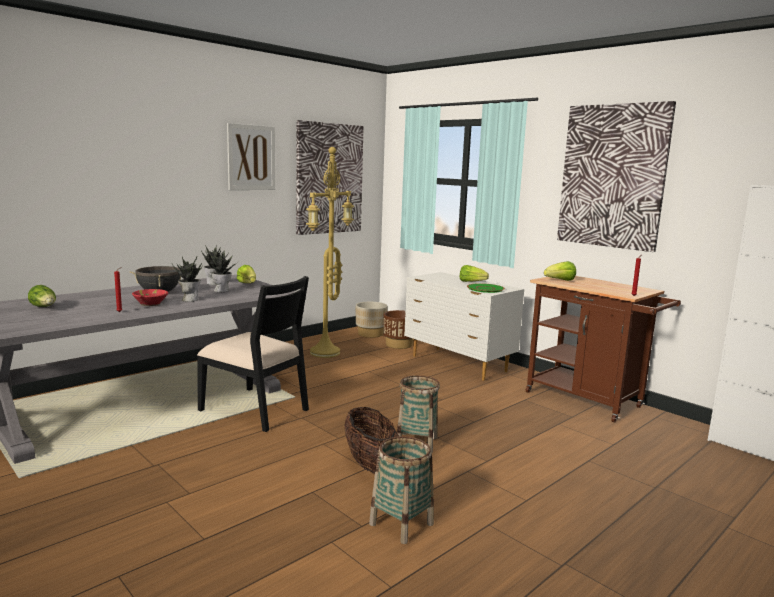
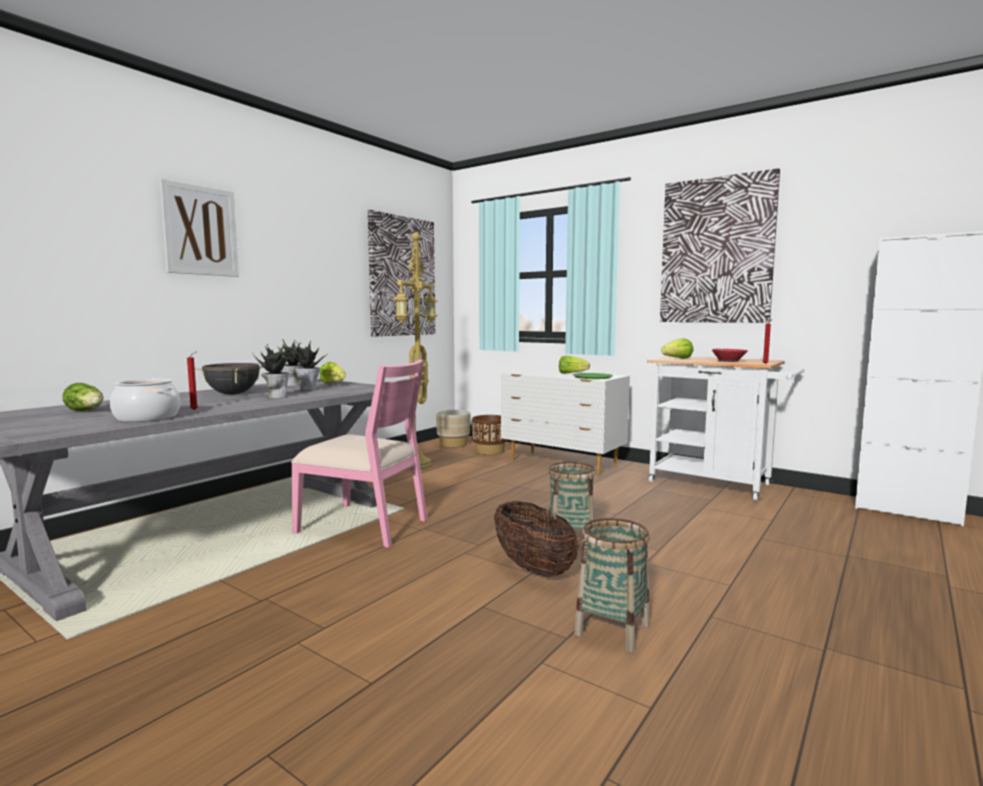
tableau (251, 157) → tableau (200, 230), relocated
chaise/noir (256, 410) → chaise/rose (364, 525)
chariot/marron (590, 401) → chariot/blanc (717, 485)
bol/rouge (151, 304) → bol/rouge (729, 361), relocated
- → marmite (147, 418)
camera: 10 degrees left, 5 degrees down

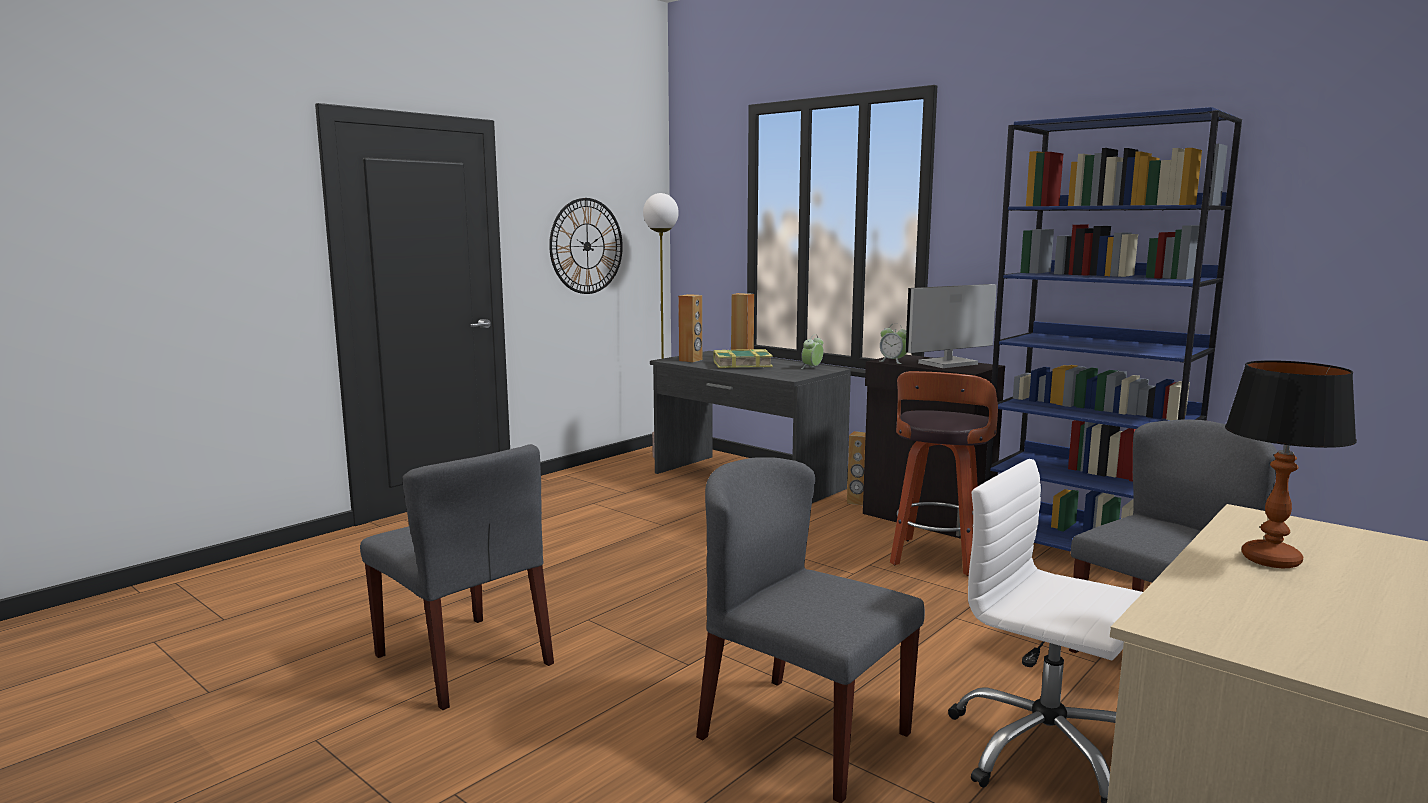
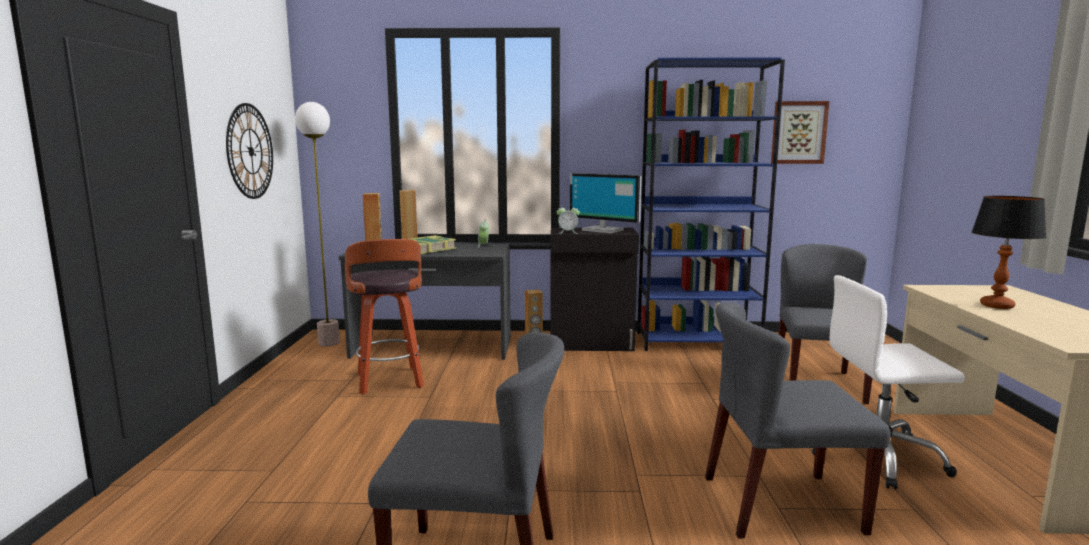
écran d'ordinateur (949, 364) → écran d'ordinateur (603, 230), 75 degrees counterclockwise
tabouret (936, 558) → tabouret (390, 381), relocated
- → tableau (798, 132)
camera: 40 degrees left, 0 degrees up

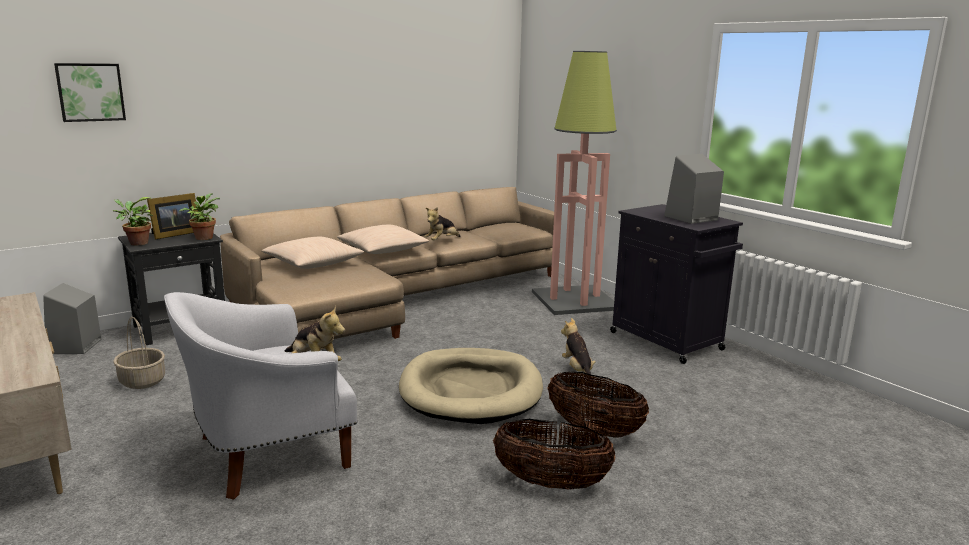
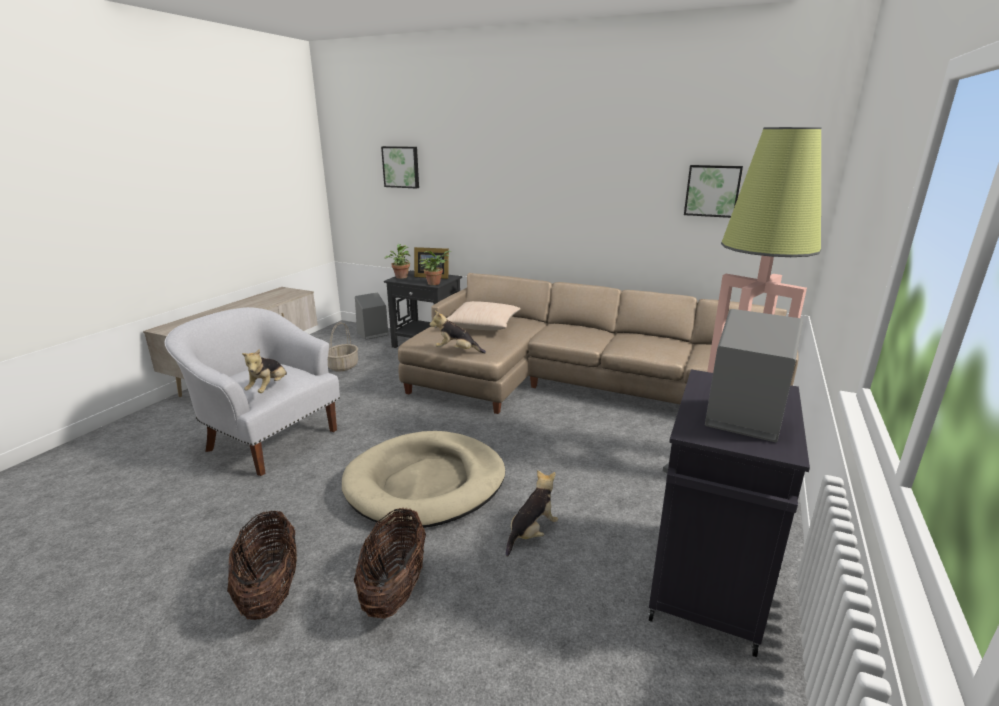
peluche (442, 241) → peluche (457, 351), relocated
coussin/beige (382, 250) → -
- → tableau (712, 191)
camera: 60 degrees right, 5 degrees up

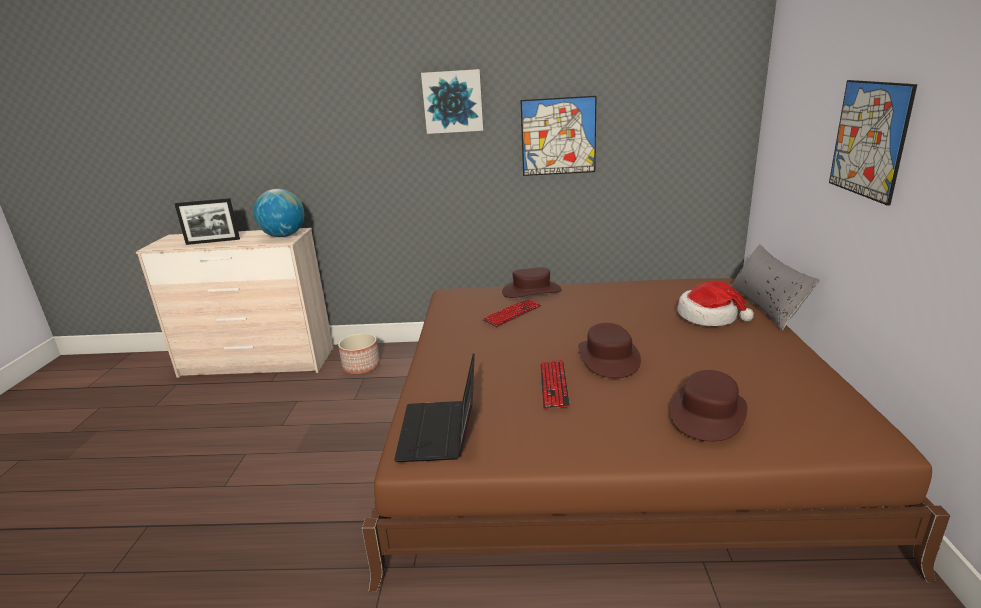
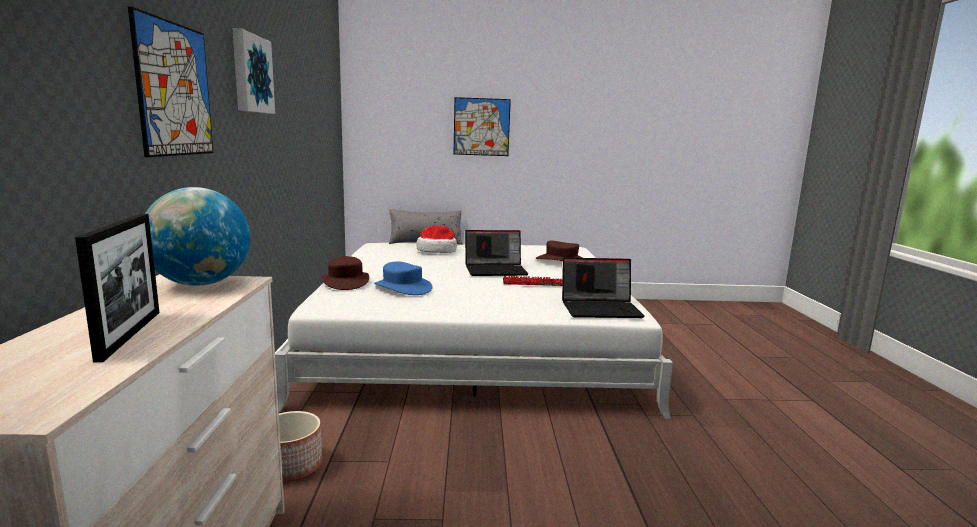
tableau (558, 136) → tableau (175, 89), relocated
lit/marron (603, 427) → lit/blanc (474, 339)
clavier (512, 314) → chapeau/bleu (402, 287)
chapeau/marron (608, 358) → ordinateur portable (496, 270)
camera: 95 degrees left, 10 degrees down

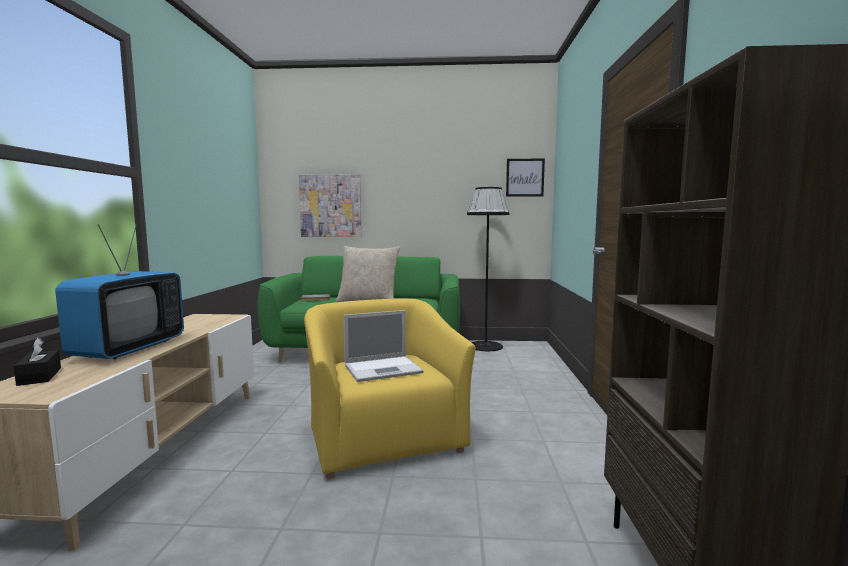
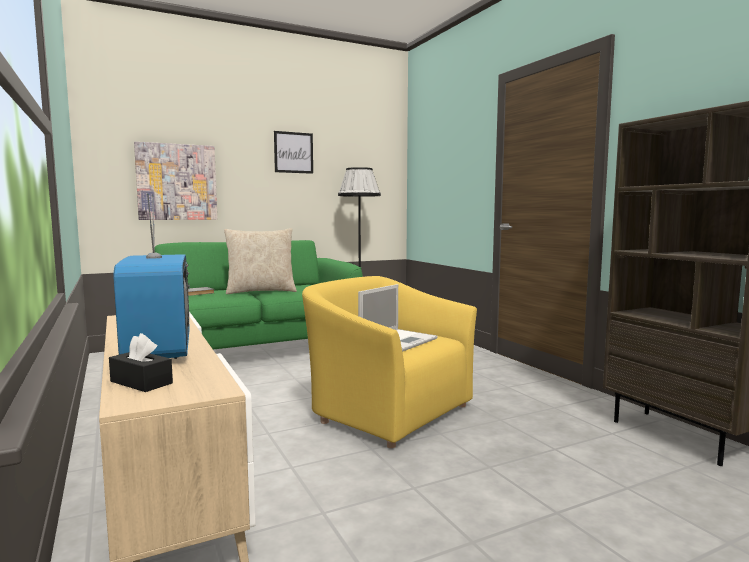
tableau (525, 177) → tableau (293, 152), relocated
camera: 30 degrees left, 0 degrees up

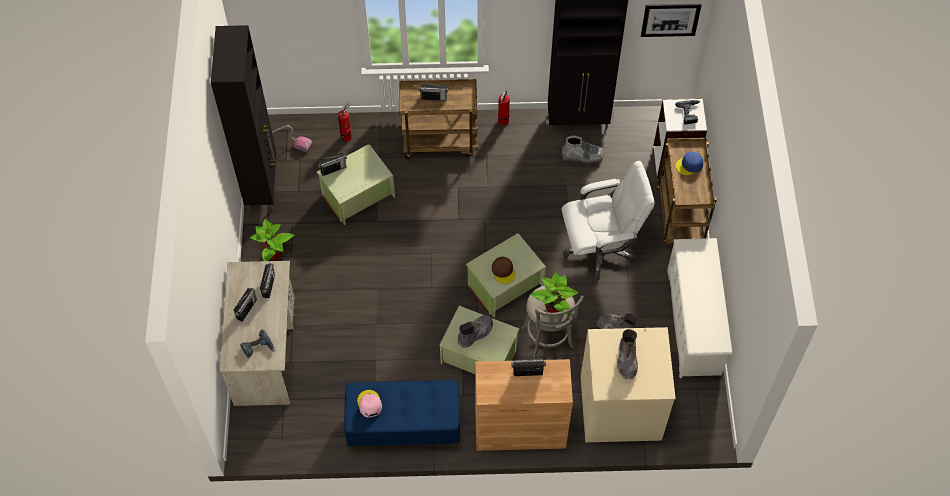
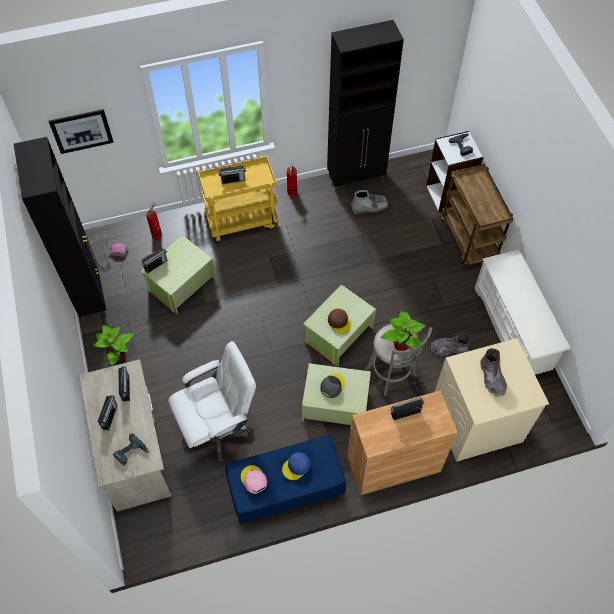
tableau (670, 19) → tableau (81, 131), relocated
chariot/marron (440, 142) → chariot/jaune (242, 221)
casquette/bleu (689, 165) → casquette/bleu (296, 467), relocated
chaise de bureau/blanc (600, 249) → chaise de bureau/blanc (218, 426), relocated
botte/gris (475, 333) → casquette/gris (332, 385)
camera: 15 degrees left, 0 degrees up

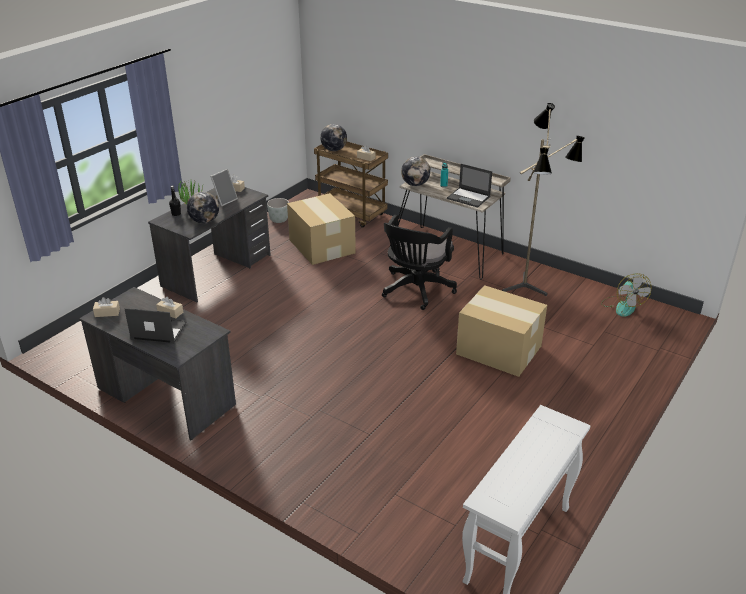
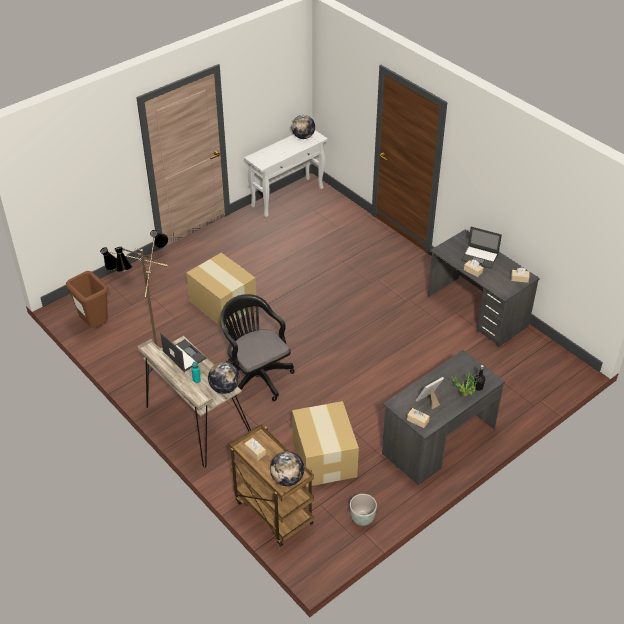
globe (204, 221) → globe (303, 137), relocated
chaise de bureau/noir (415, 291) → chaise de bureau/noir (256, 375), 75 degrees counterclockwise
ventilateur (622, 306) → poubelle/marron (95, 325)
camera: 165 degrees left, 10 degrees up

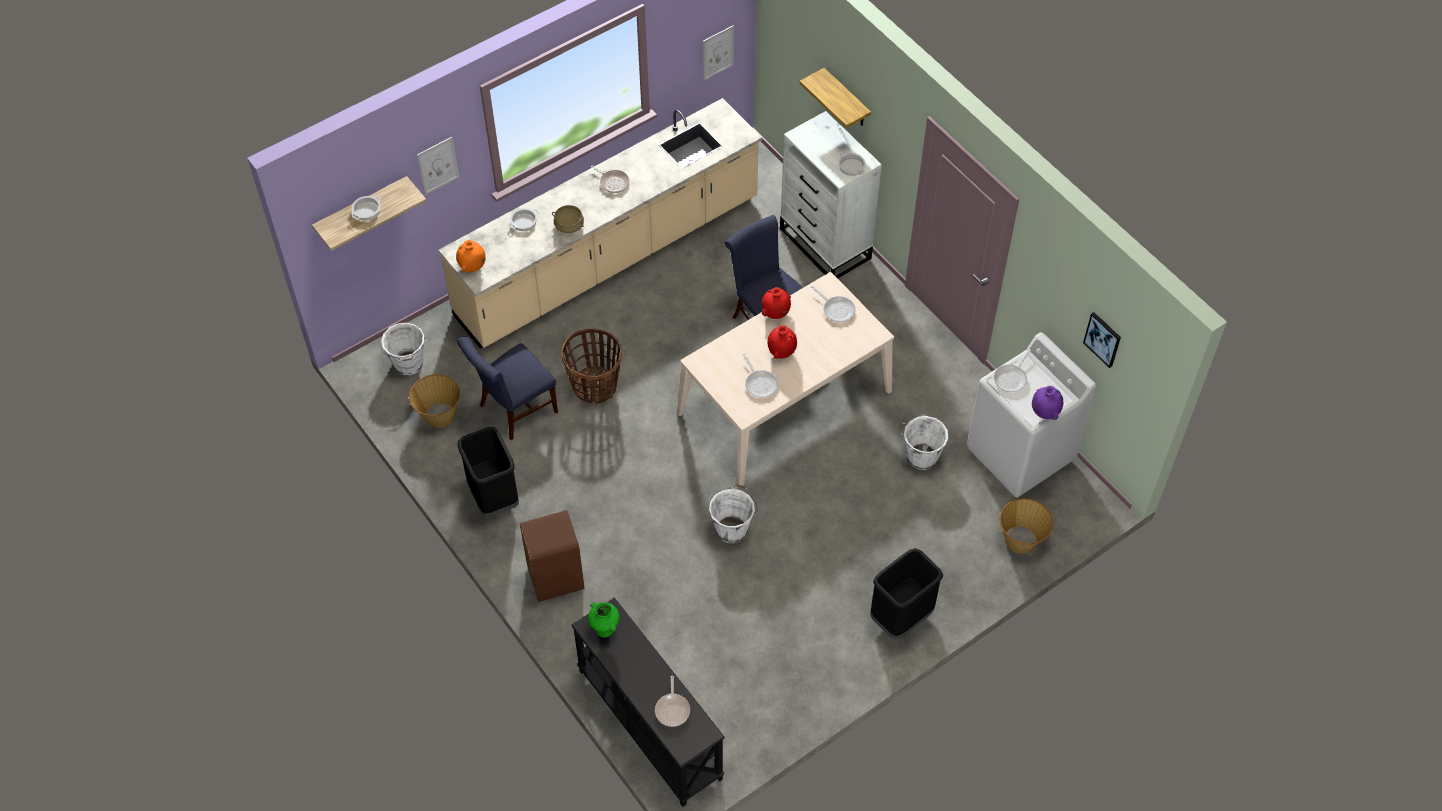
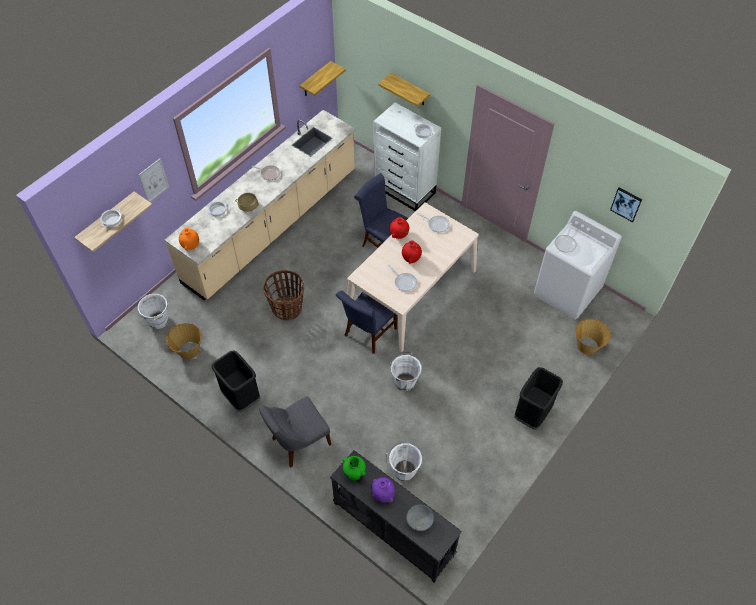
tableau (718, 52) → étagère (315, 80)
chaise/bleu (514, 411) → chaise/bleu (368, 334), relocated
vase/violet (1044, 412) → vase/violet (382, 494), relocated
seau/blanc (920, 457) → seau/blanc (403, 471), relocated
poubelle/marron (555, 578) → chaise/gris (298, 442)
poêle (672, 709) → bol/gris (419, 520)
camera: 15 degrees left, 0 degrees up

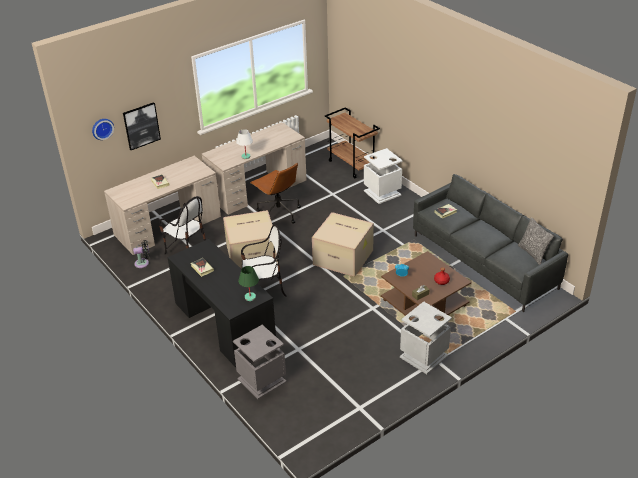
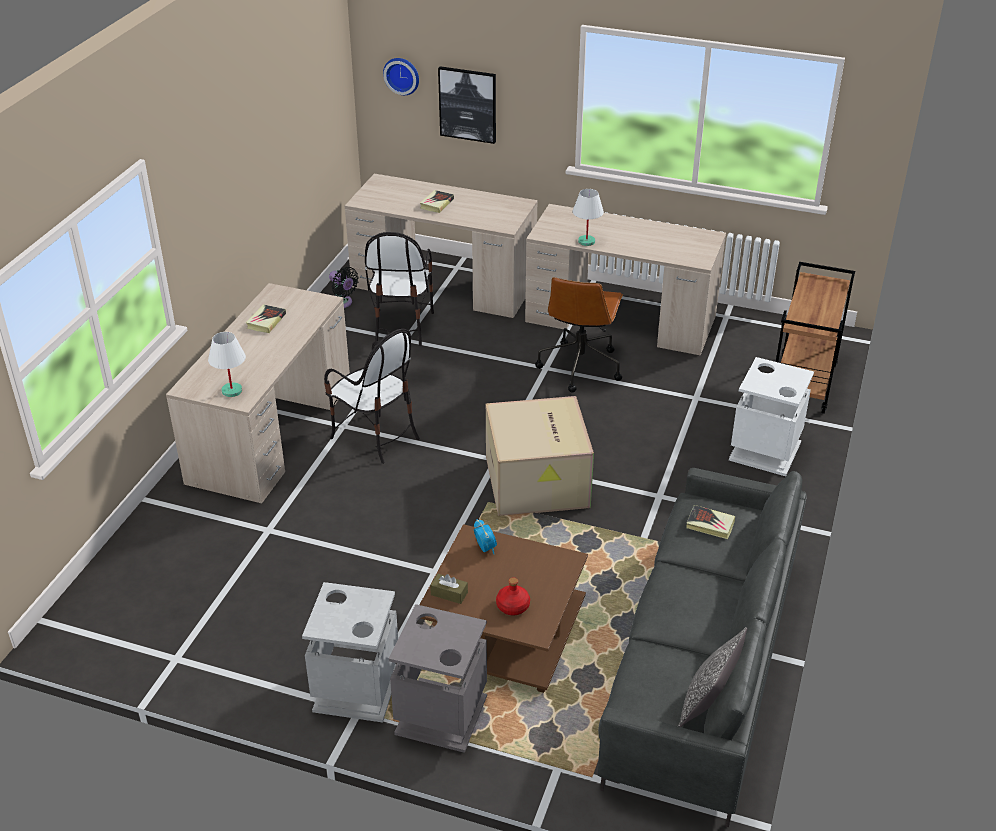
carton (252, 253) → -
bureau/noir (224, 323) → bureau/beige (272, 431)
lampe de table/vert (250, 297) → lampe de table/blanc (232, 391)
poubelle/gris (261, 380) → poubelle/gris (441, 714), relocated
camera: 55 degrees right, 0 degrees up

